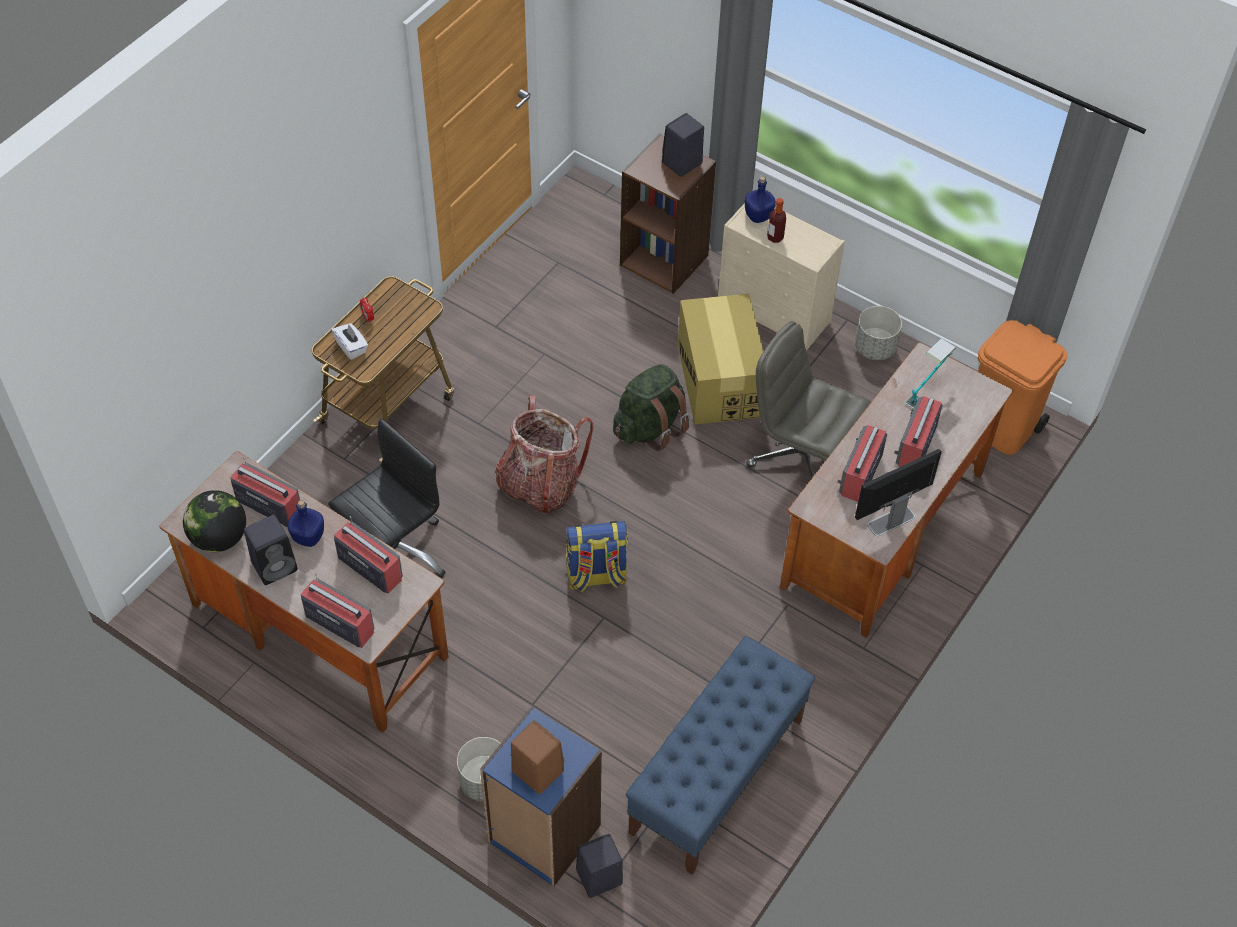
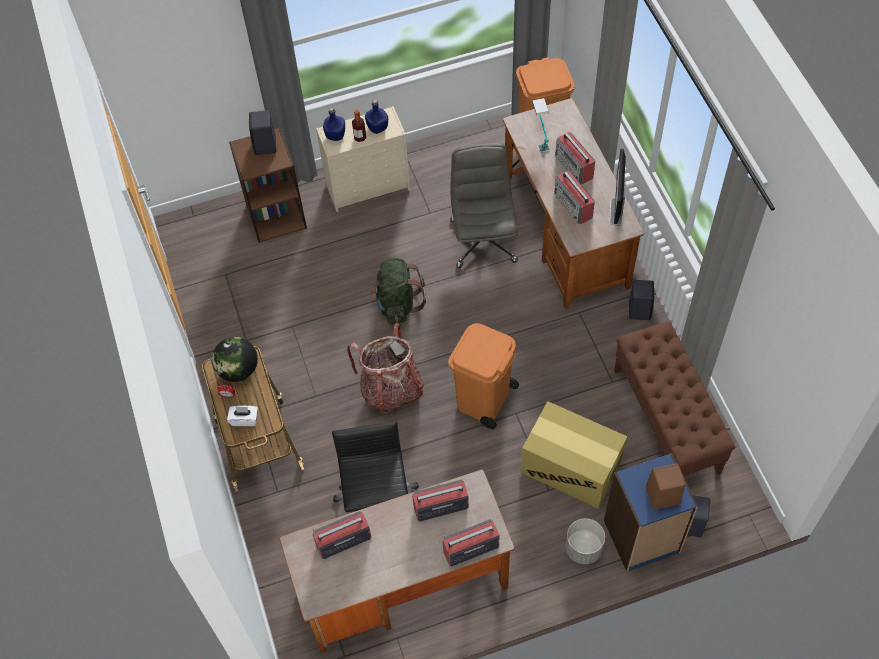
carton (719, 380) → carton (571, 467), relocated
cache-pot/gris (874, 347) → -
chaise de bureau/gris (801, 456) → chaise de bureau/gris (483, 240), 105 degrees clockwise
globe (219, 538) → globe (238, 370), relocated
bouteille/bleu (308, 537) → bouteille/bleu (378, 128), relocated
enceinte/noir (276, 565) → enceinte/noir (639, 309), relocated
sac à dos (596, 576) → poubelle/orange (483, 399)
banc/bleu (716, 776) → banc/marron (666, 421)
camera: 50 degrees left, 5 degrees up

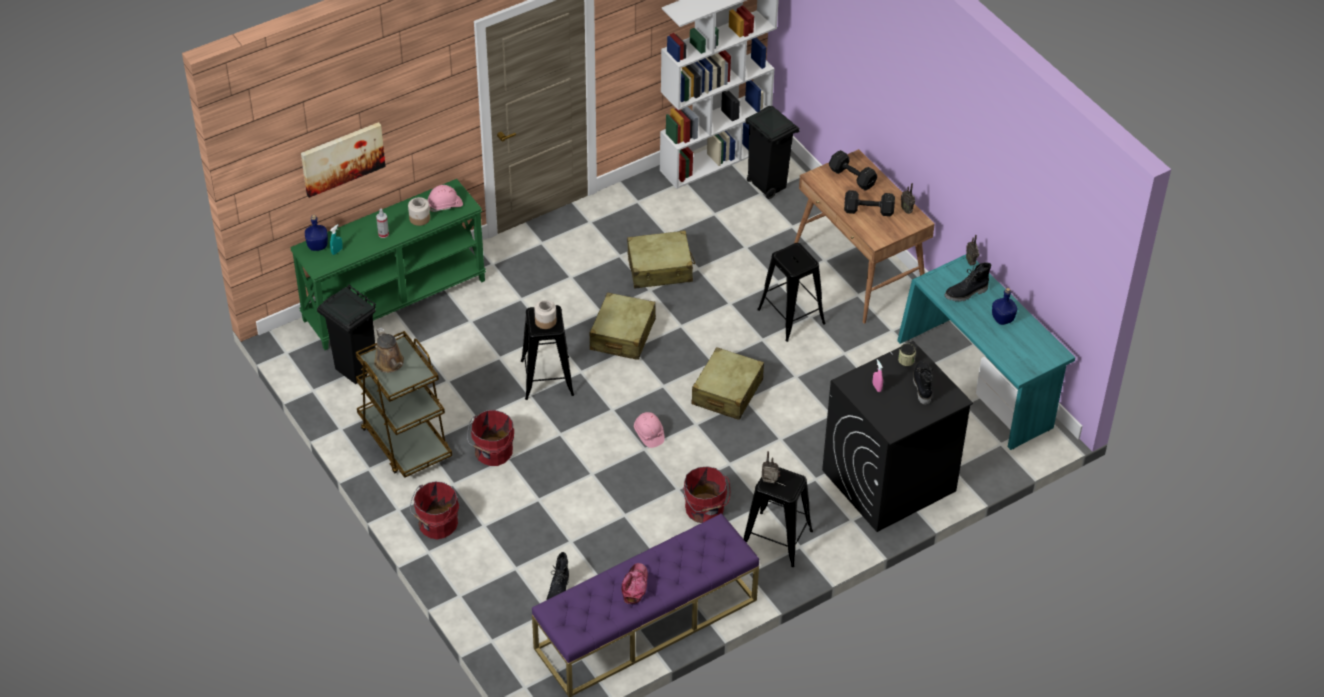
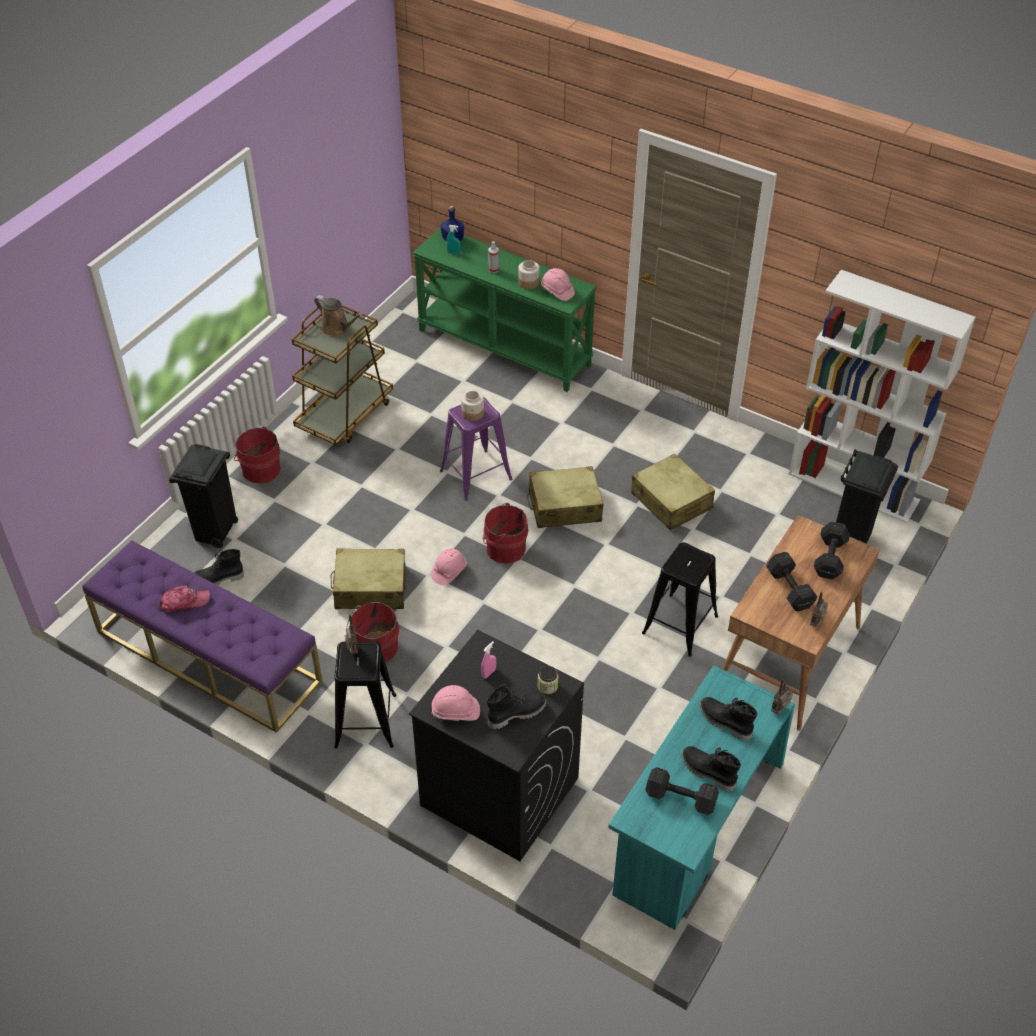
tableau (342, 158) → -
poubelle/noir (356, 370) → poubelle/noir (215, 533), relocated
bouteille/bleu (1003, 319) → botte/noir (707, 772)
tabouret/noir (547, 377) → tabouret/violet (476, 475)
arrosoir/marron (390, 364) → arrosoir/marron (337, 328), 90 degrees counterclockwise
valise/beige (727, 392) → valise/beige (370, 588), relocated
seau/rouge (492, 452) → seau/rouge (504, 548), relocated
- → casque de chantier/rose (456, 711)
- → haltère/noir (682, 799)
camera: 65 degrees right, 0 degrees up

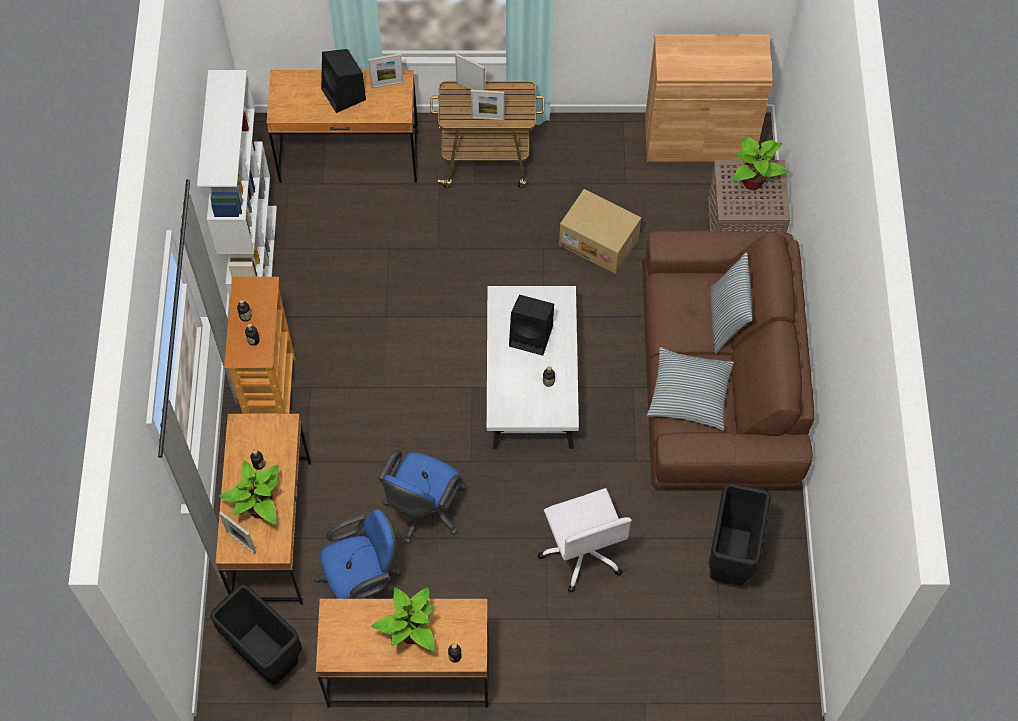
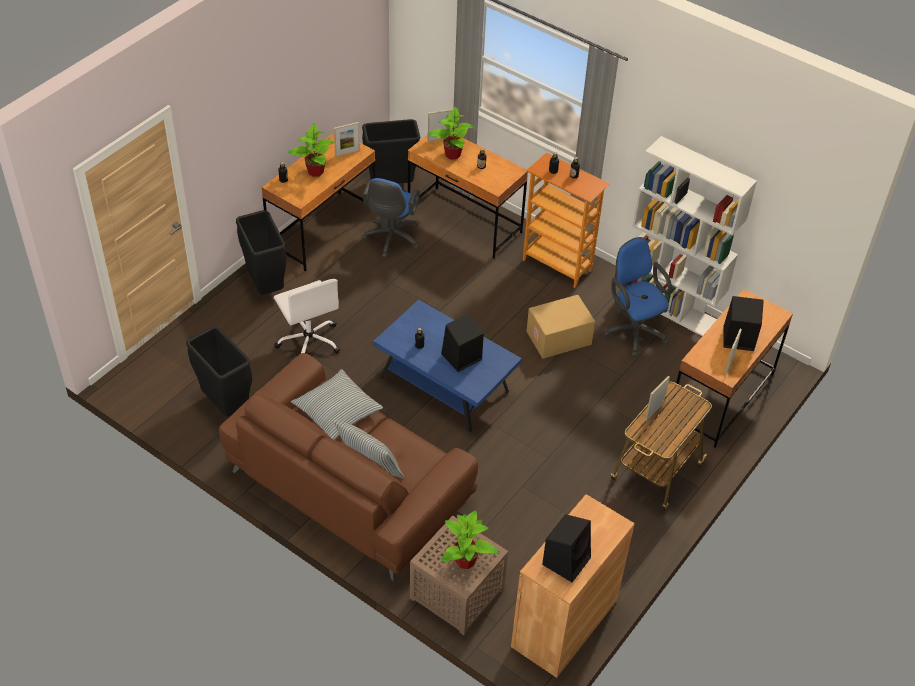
cadre photo (471, 88) → cadre photo (347, 153), relocated
carton (599, 241) → carton (558, 339), relocated
table basse/blanc (532, 386) → table basse/bleu (444, 385)
chaise de bureau/bleu (423, 511) → chaise de bureau/bleu (633, 330), relocated
chaise de bureau/blanc (583, 552) → chaise de bureau/blanc (309, 341), 135 degrees counterclockwise
- → poubelle/noir (266, 286)
- → enceinte/noir (566, 560)
camera: 125 degrees right, 15 degrees down

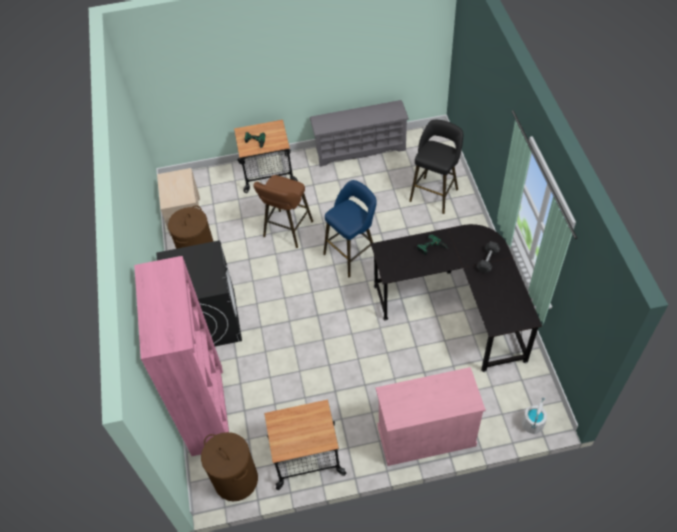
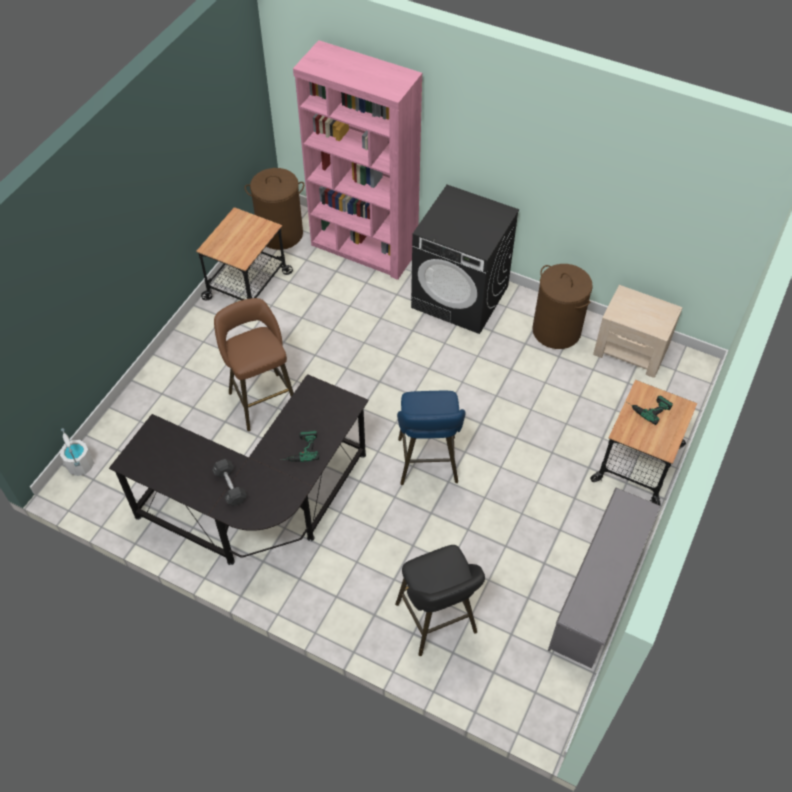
tabouret/marron (287, 231) → tabouret/marron (261, 398), relocated
meuble de rangement/rose (426, 435) → -
camera: 125 degrees right, 0 degrees up

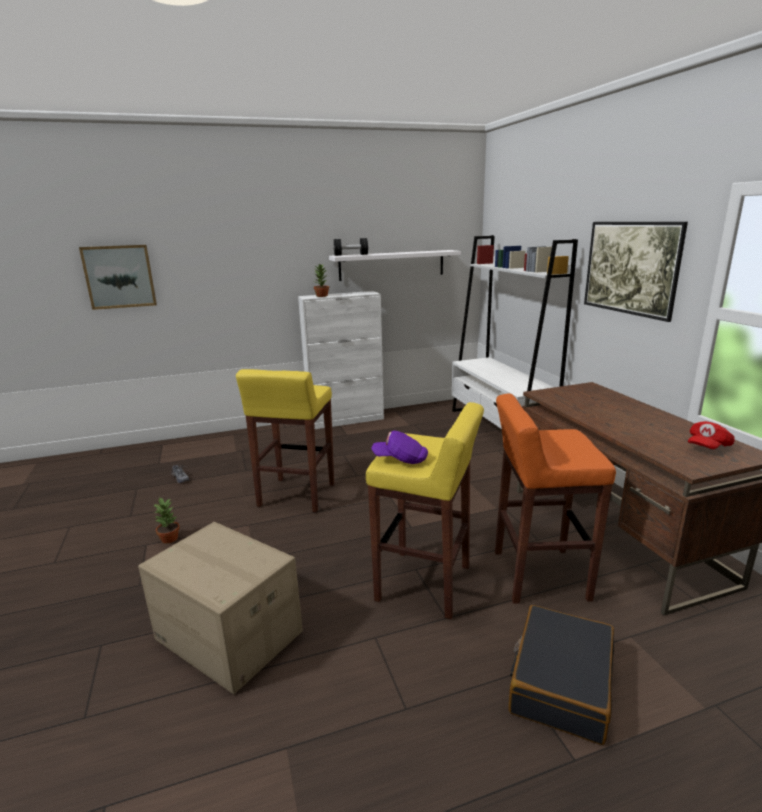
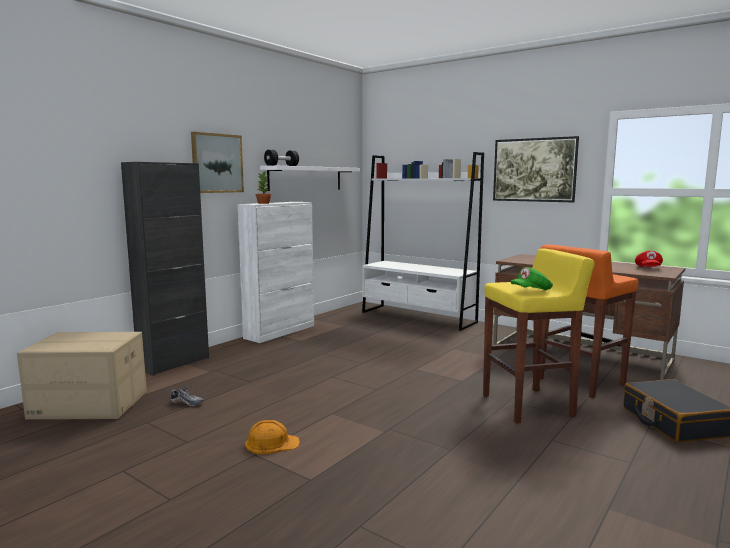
tableau (119, 276) → tableau (217, 163), relocated
tabouret/jaune (296, 496) → -
casquette/violet (400, 459) → casquette/vert (531, 290)
plante en pot (170, 538) → casque de chantier/orange (271, 443)
carton (227, 636) → carton (88, 405), relocated
- → meuble de rangement/noir (174, 363)
camera: 35 degrees left, 10 degrees down

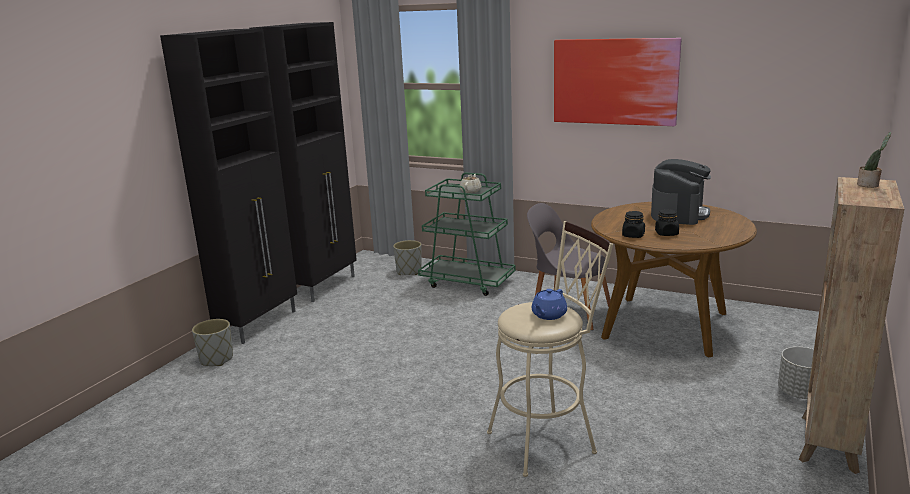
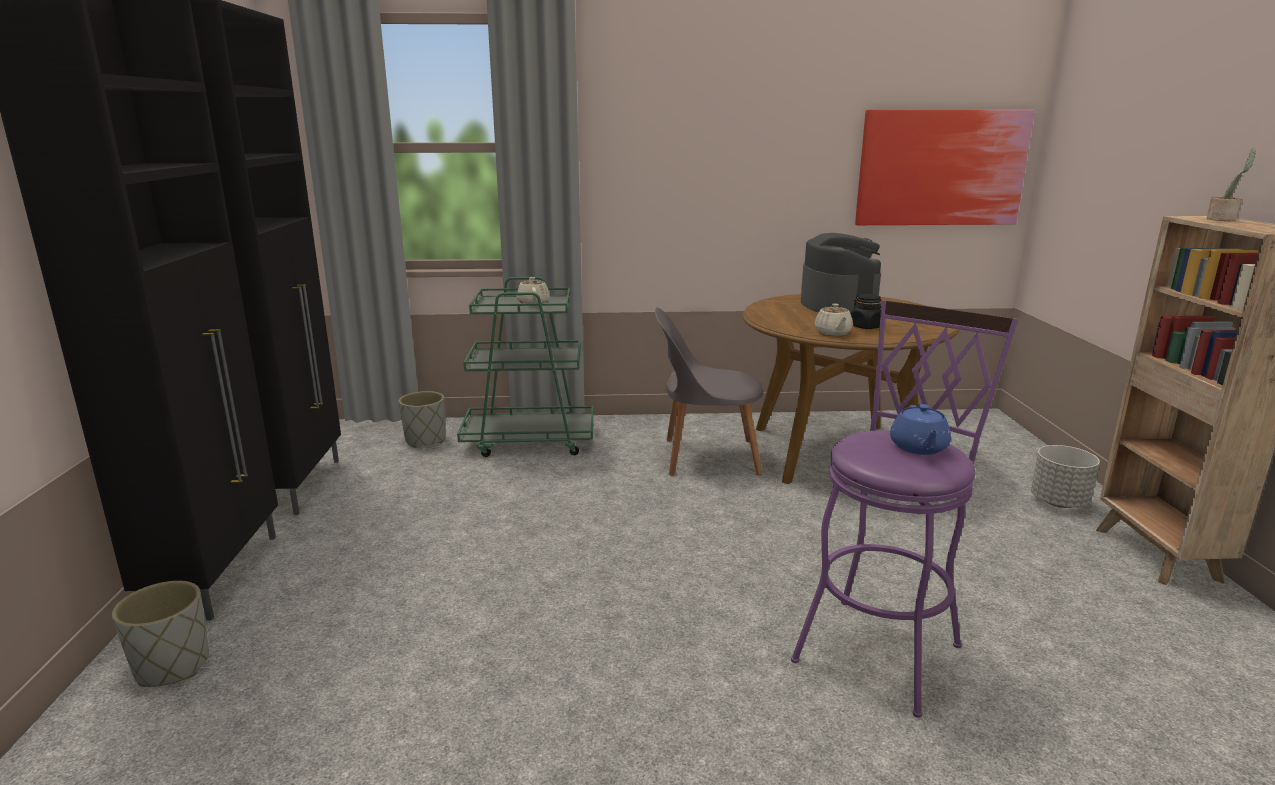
tableau (615, 81) → tableau (941, 168), relocated
bocal/noir (633, 235) → théière/beige (833, 333)
tabouret/beige (549, 440) → tabouret/violet (883, 645)
camera: 30 degrees left, 0 degrees up

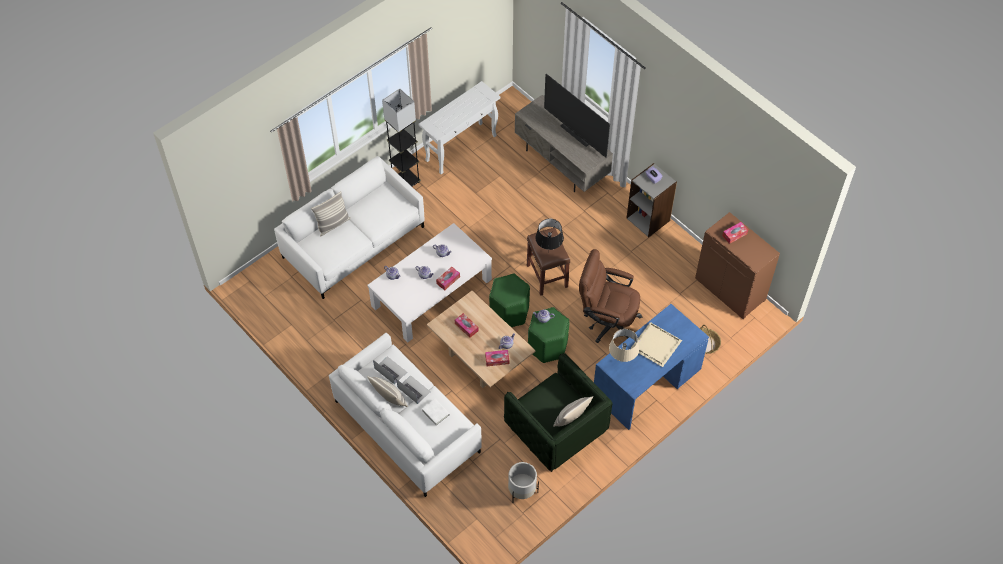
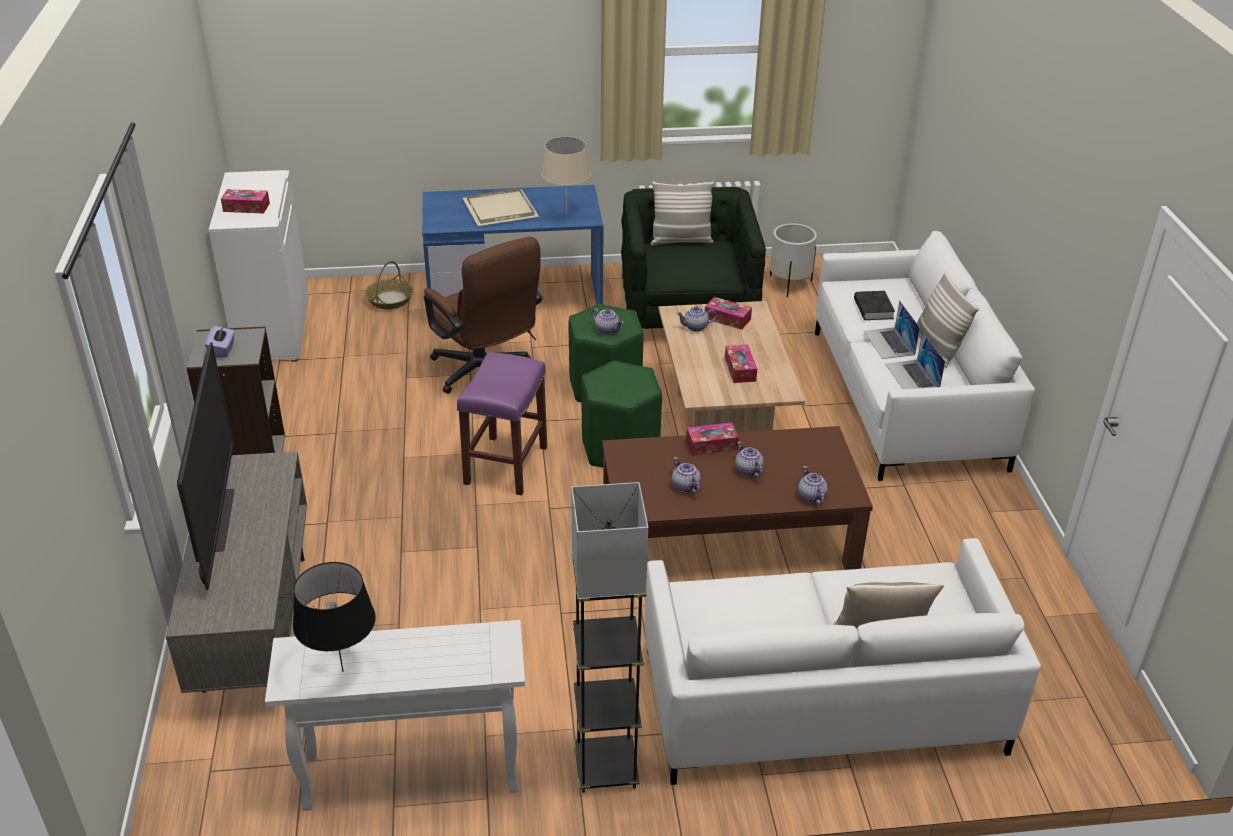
meuble de rangement/marron (731, 289) → meuble de rangement/blanc (272, 330)
lampe de table/noir (548, 252) → lampe de table/noir (342, 671), relocated
table basse/blanc (432, 292) → table basse/marron (727, 537)
tabouret/marron (547, 276) → tabouret/violet (505, 464)
livre/blanc (435, 413) → livre/noir (873, 309)
camera: 145 degrees left, 20 degrees down

